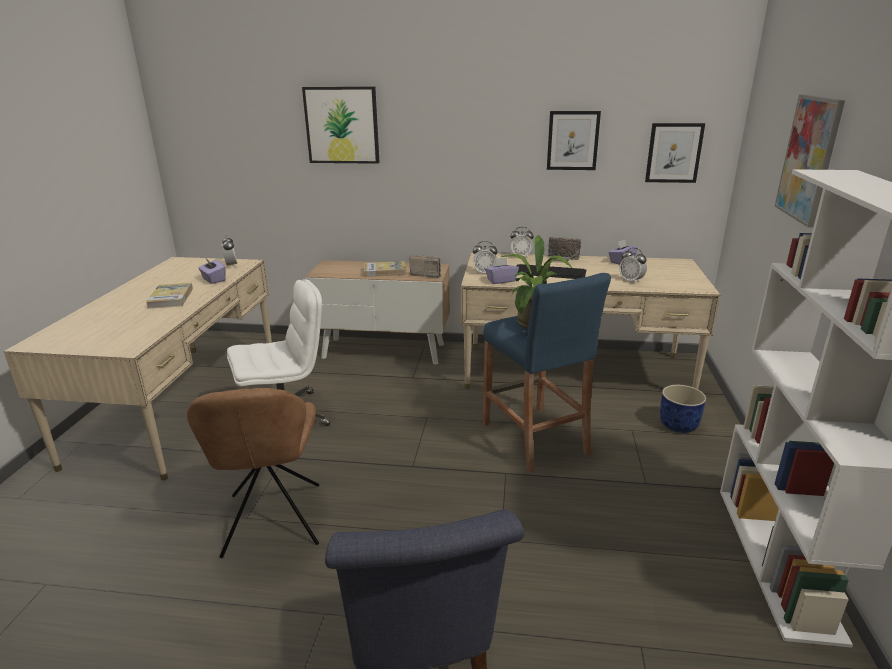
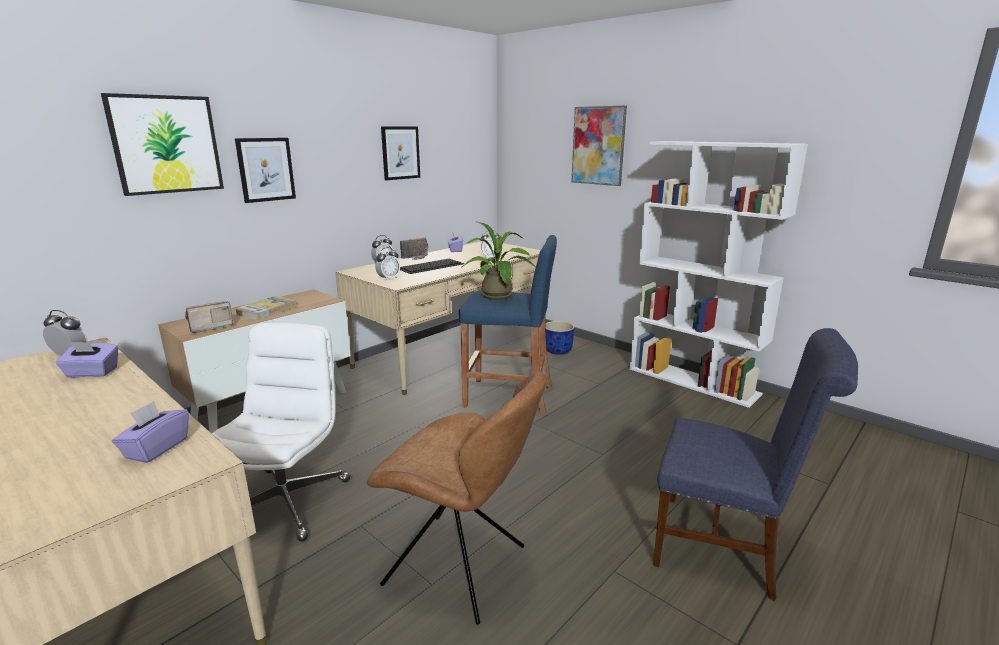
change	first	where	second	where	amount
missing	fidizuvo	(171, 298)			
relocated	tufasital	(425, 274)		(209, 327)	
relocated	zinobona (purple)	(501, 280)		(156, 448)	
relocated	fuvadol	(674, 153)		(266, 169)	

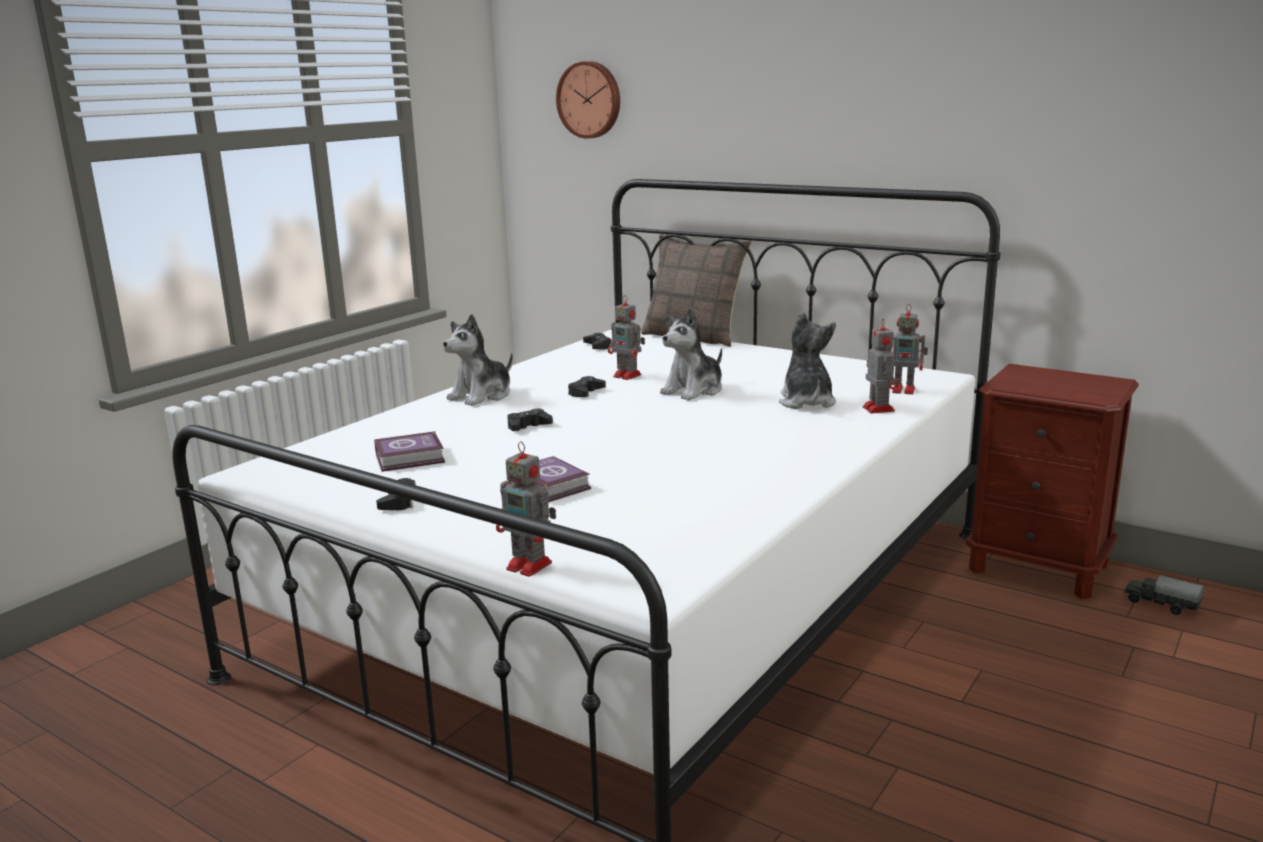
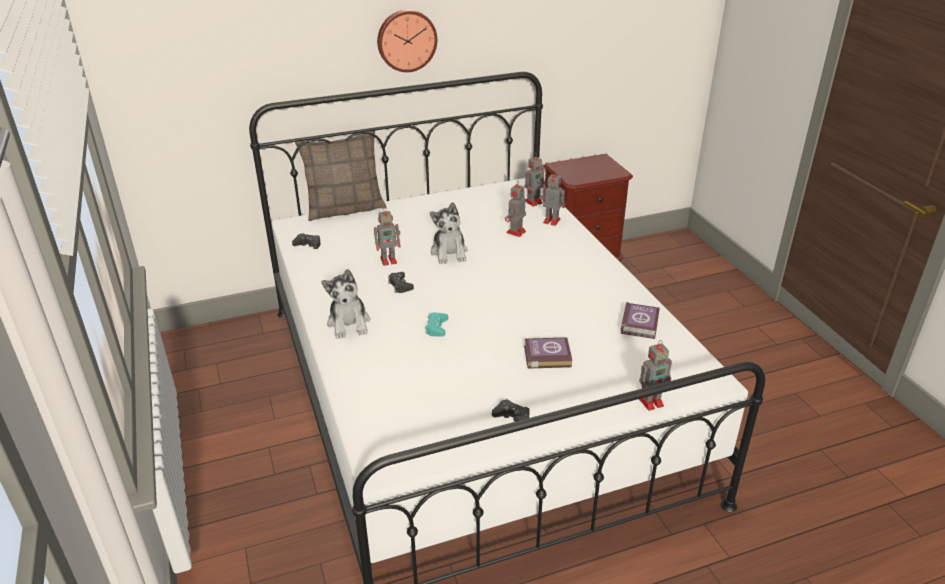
change	first	where	second	where	amount
relocated	fidizuvo	(412, 458)		(640, 323)	
colour	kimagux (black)	(528, 426)	kimagux (turquoise)	(436, 328)	
relocated	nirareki	(590, 100)		(406, 40)	
exchanged	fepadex	(806, 402)	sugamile	(515, 232)	
missing	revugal	(1160, 605)			

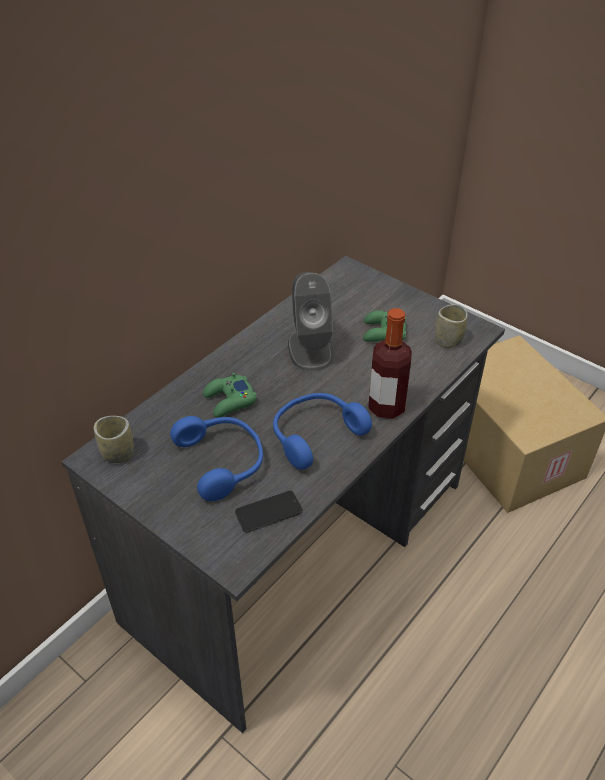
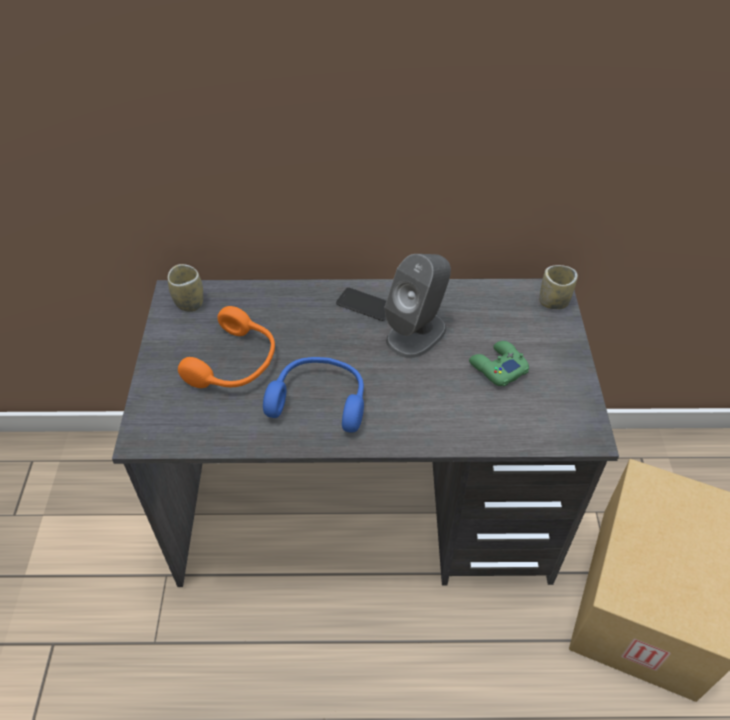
change	first	where	second	where	amount
colour	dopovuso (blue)	(223, 461)	dopovuso (orange)	(236, 363)	
missing	kimagux (green)	(229, 400)			
relocated	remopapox	(268, 512)		(365, 305)	
missing	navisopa	(386, 407)			
relocated	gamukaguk	(448, 340)		(553, 302)	

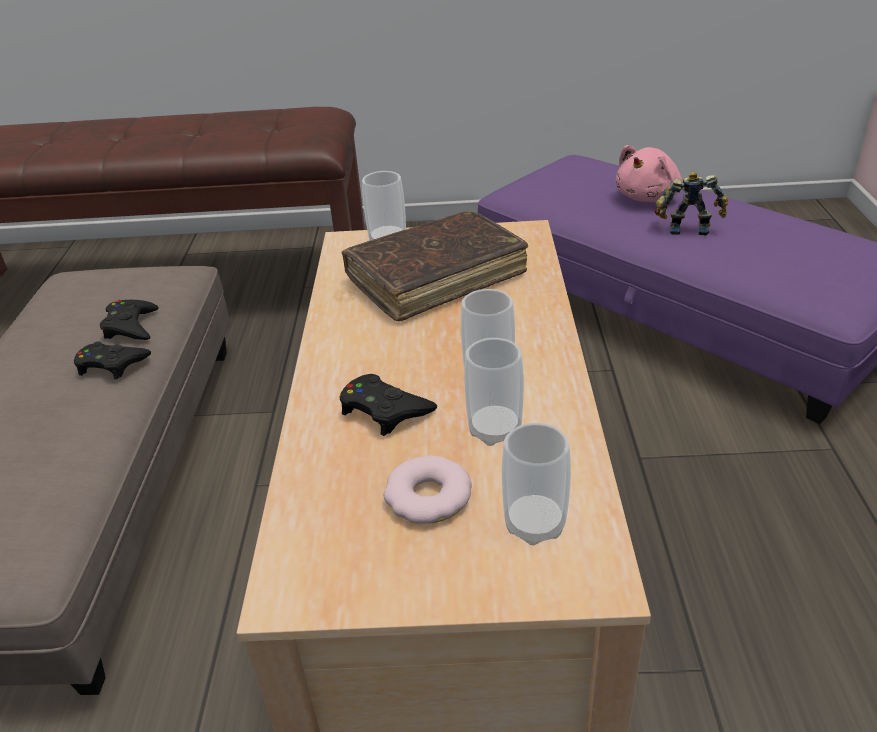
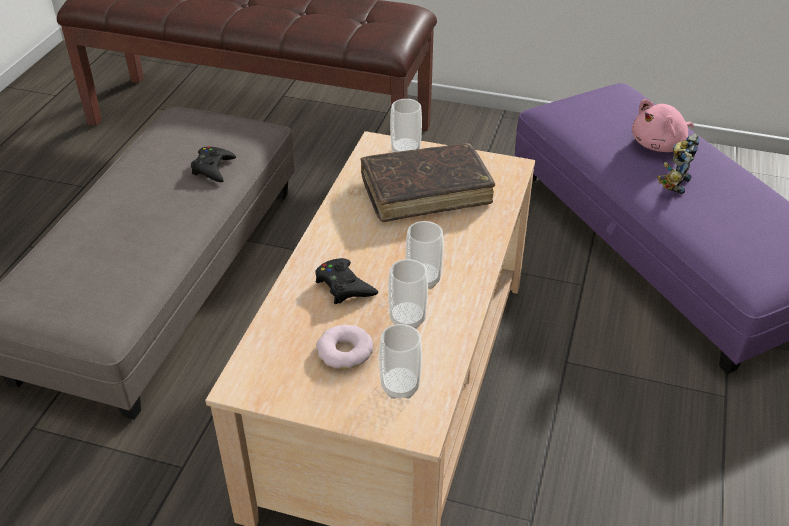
change	first	where	second	where	amount
missing	kimagux (black)	(111, 365)			
spun	sugamile	(687, 228)		(673, 183)	90 degrees counterclockwise

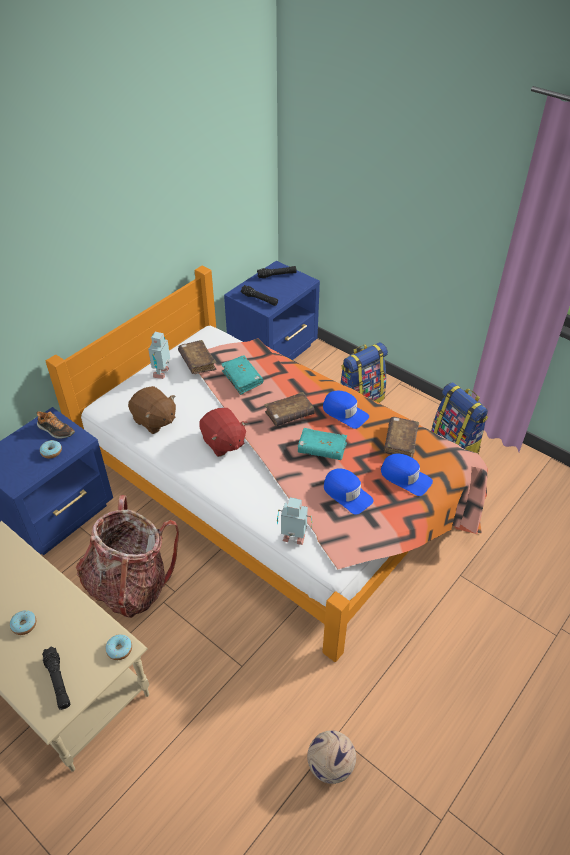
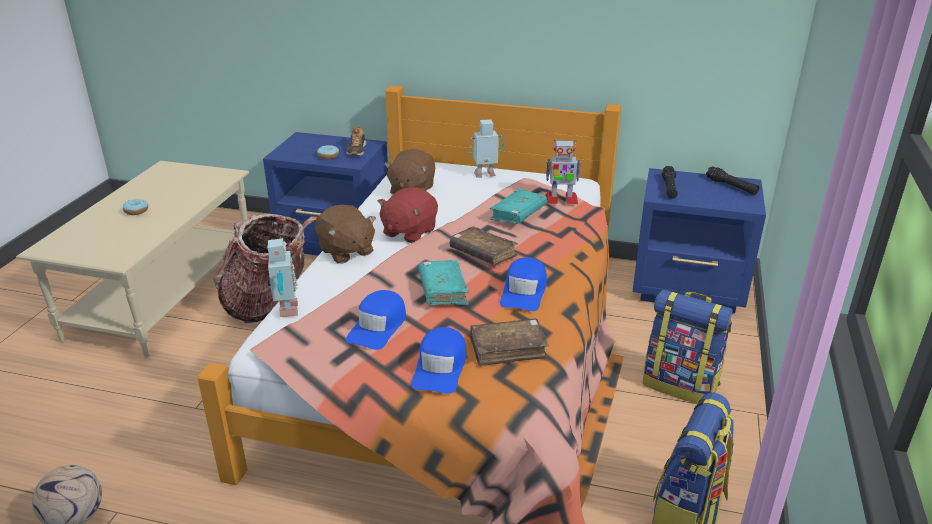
change	first	where	second	where	amount
missing	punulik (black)	(58, 681)			
missing	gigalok	(119, 650)			
missing	fidizuvo (brown)	(197, 362)			
appeared			fepadex (brown)	(346, 251)	
appeared			sugamile	(561, 199)	

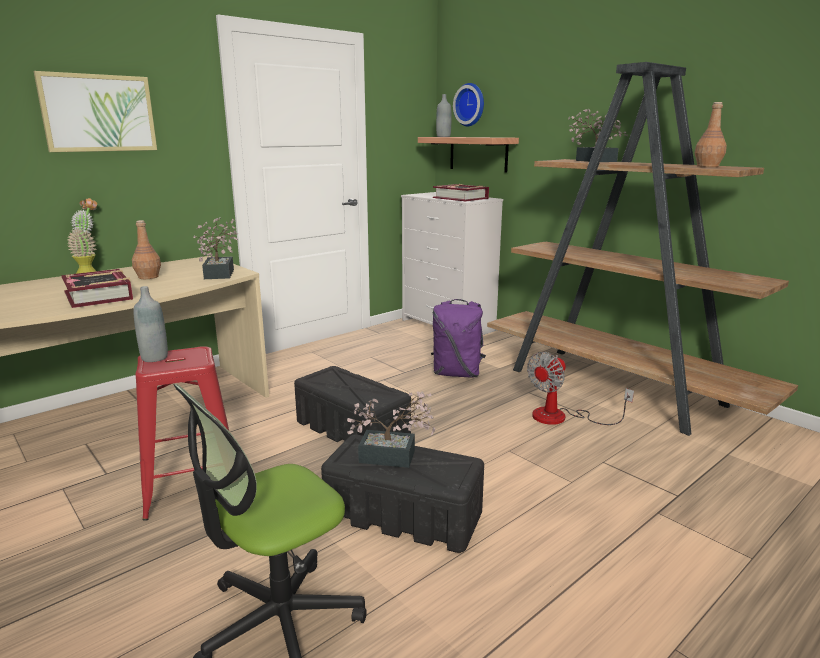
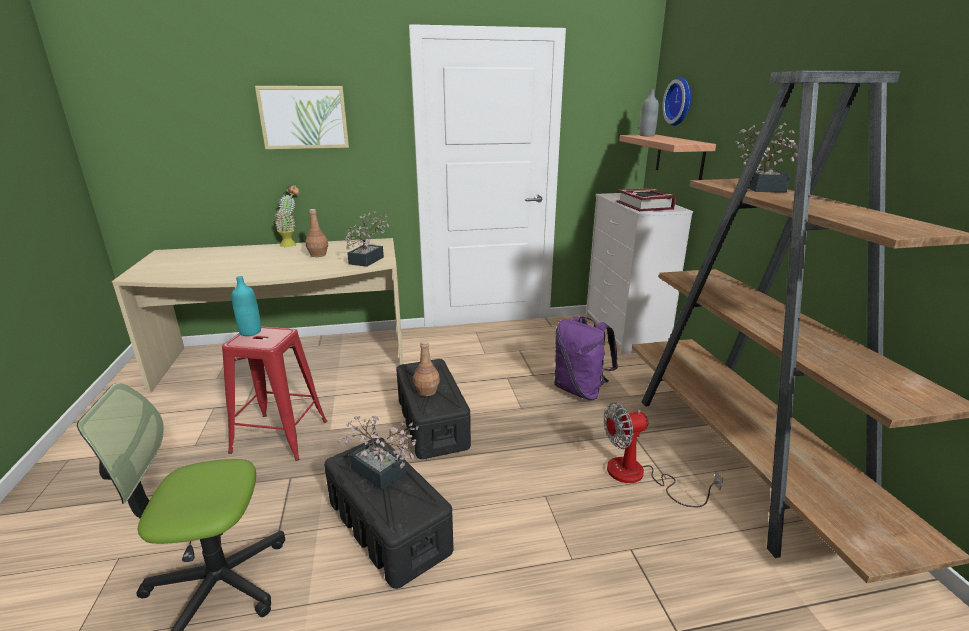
change	first	where	second	where	amount
missing	fidizuvo	(99, 296)			
colour	navisopa (grey)	(154, 358)	navisopa (turquoise)	(250, 332)	
relocated	navisopa (brown)	(707, 166)		(427, 391)	

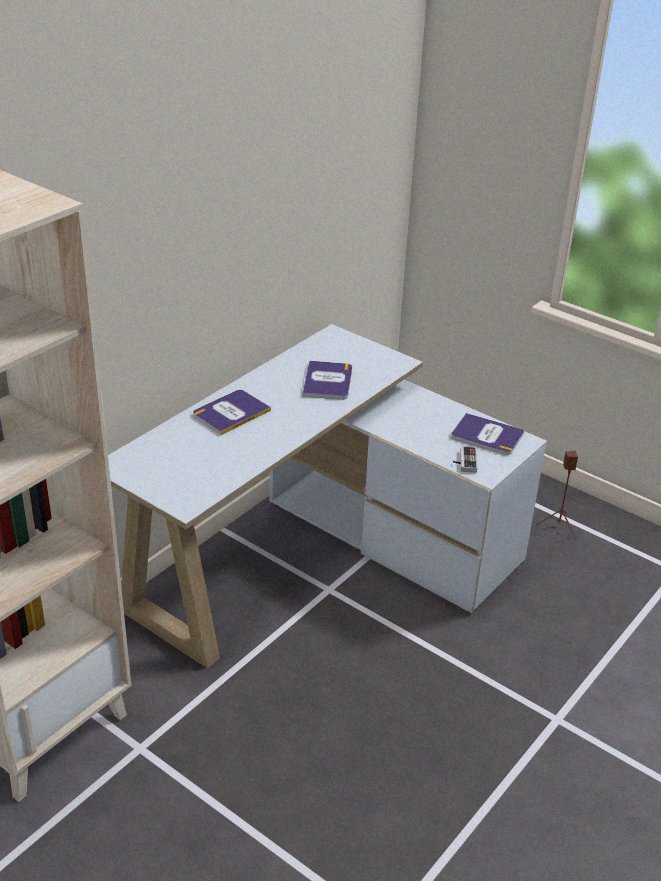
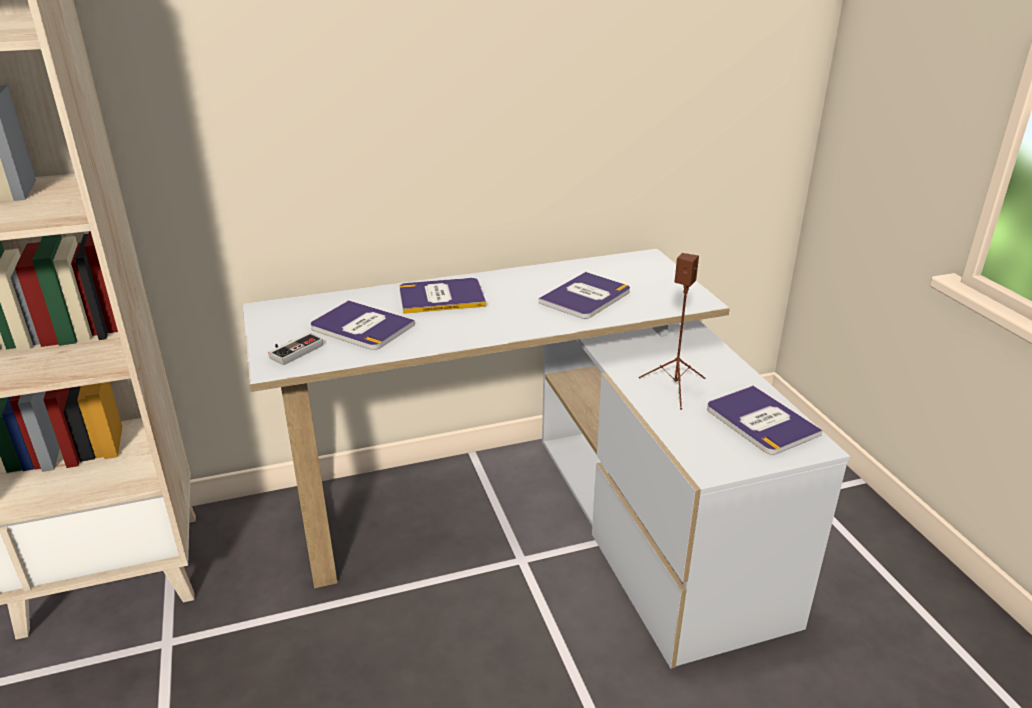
change	first	where	second	where	amount
relocated	kimagux	(464, 461)		(293, 350)	
relocated	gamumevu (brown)	(558, 525)		(675, 387)	
appeared			fidizuvo	(361, 327)	

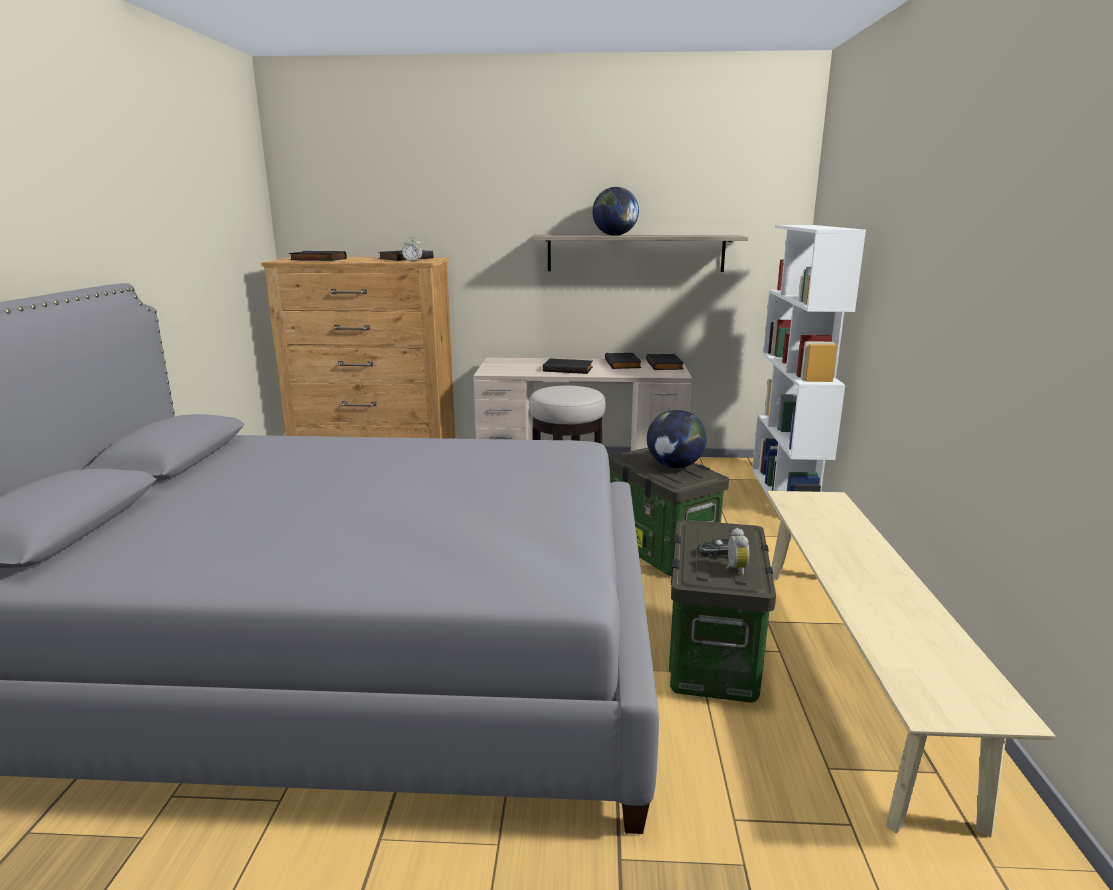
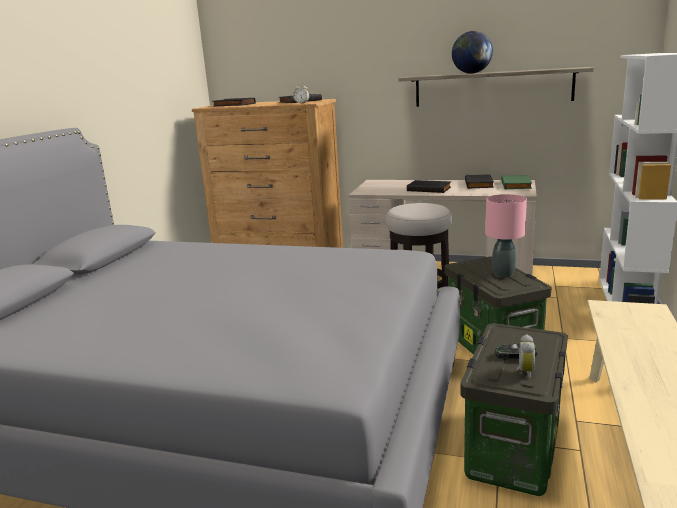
change	first	where	second	where	amount
colour	fidizuvo (black)	(665, 365)	fidizuvo (green)	(517, 185)	
exchanged	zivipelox	(674, 466)	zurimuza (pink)	(503, 274)	

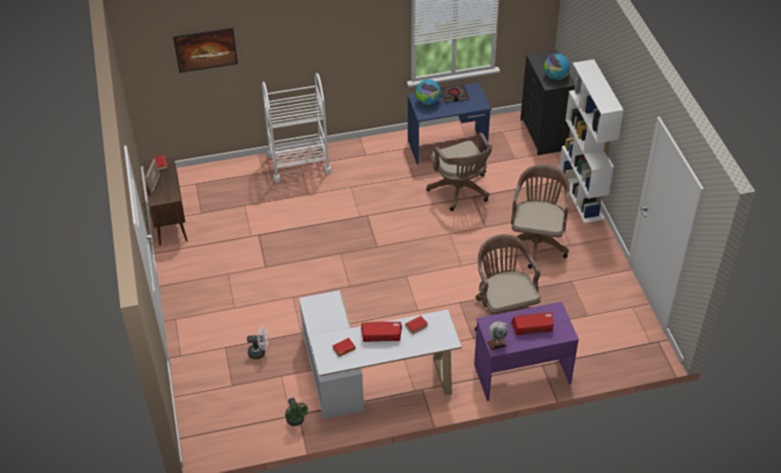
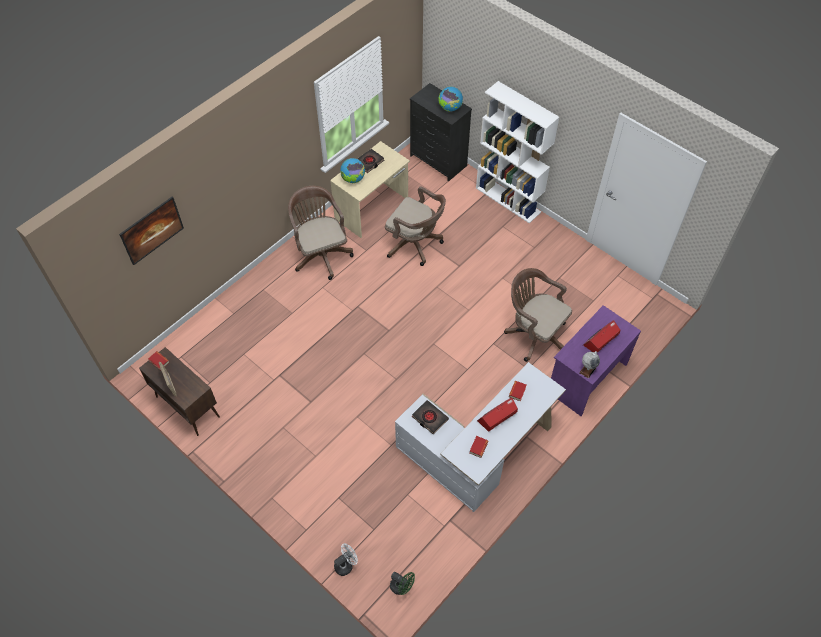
change	first	where	second	where	amount
relocated	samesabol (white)	(259, 352)		(346, 564)	
missing	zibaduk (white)	(299, 163)			
relocated	samesabol (green)	(296, 421)		(402, 587)	
colour	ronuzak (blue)	(447, 146)	ronuzak (beige)	(372, 209)	
relocated	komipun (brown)	(536, 242)		(321, 254)	
appeared			fidizuvo (black)	(429, 418)	

